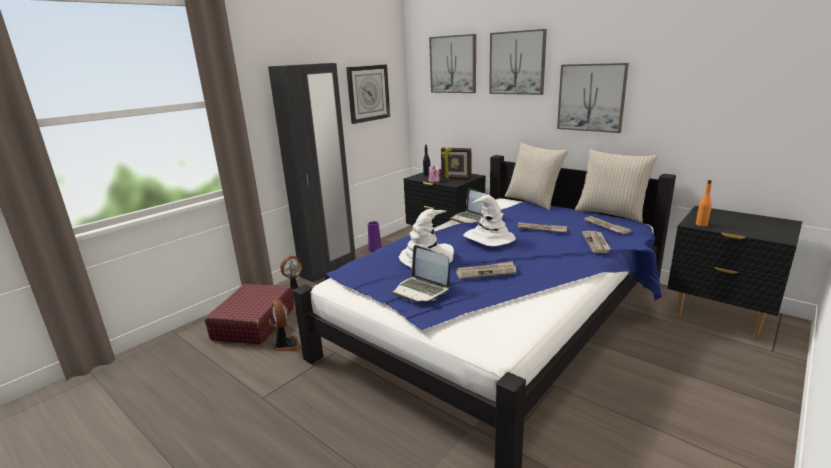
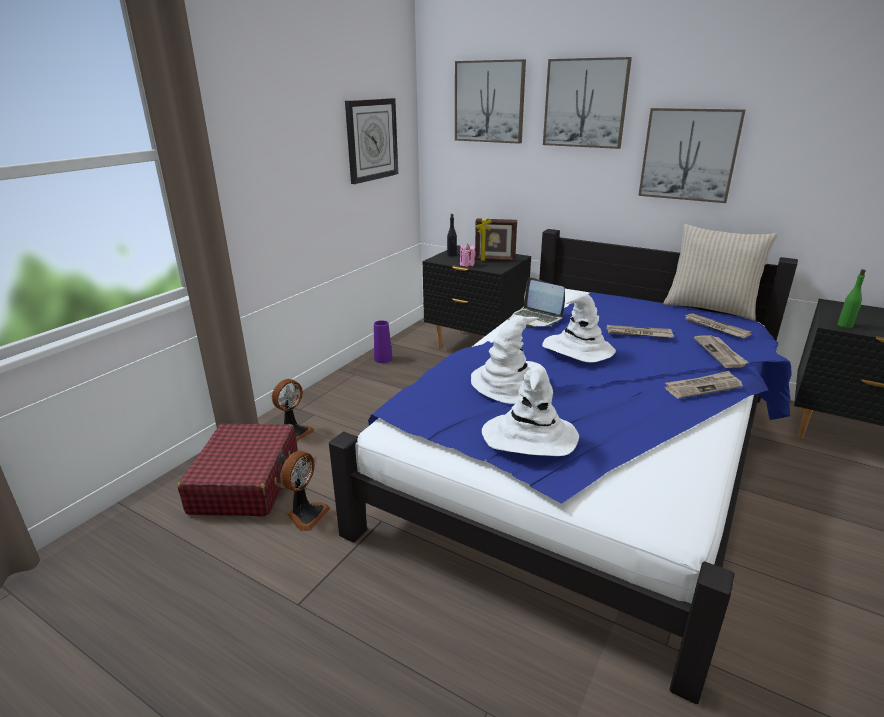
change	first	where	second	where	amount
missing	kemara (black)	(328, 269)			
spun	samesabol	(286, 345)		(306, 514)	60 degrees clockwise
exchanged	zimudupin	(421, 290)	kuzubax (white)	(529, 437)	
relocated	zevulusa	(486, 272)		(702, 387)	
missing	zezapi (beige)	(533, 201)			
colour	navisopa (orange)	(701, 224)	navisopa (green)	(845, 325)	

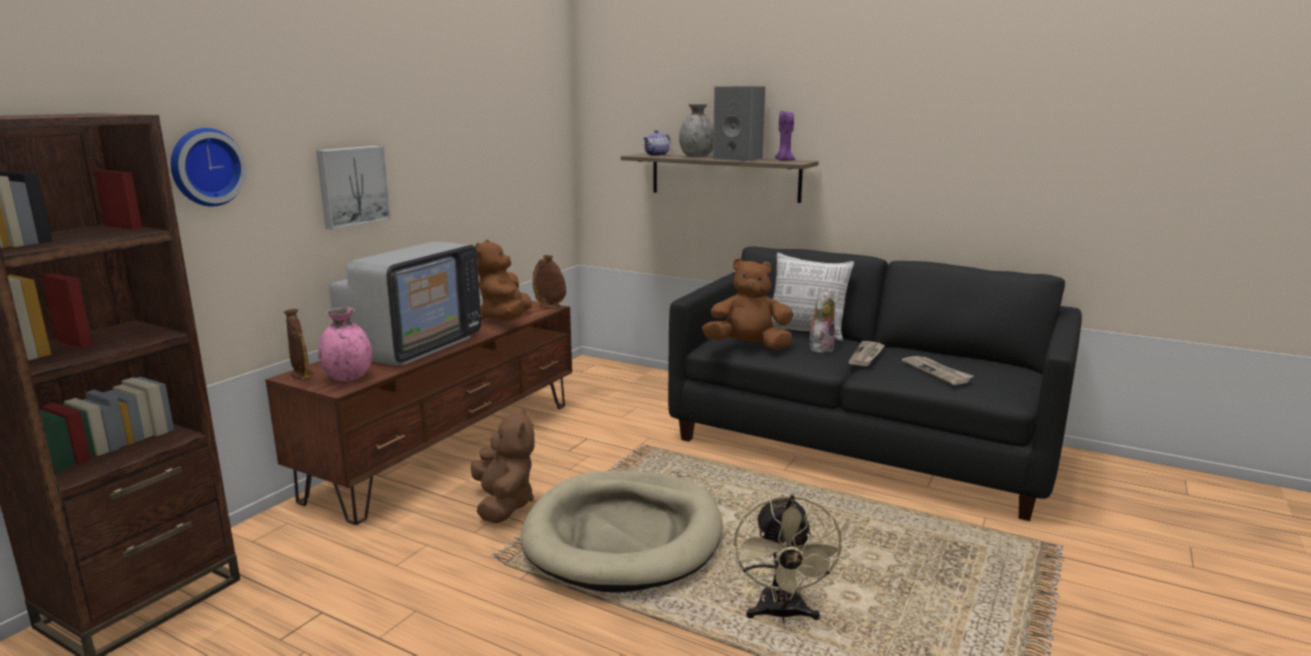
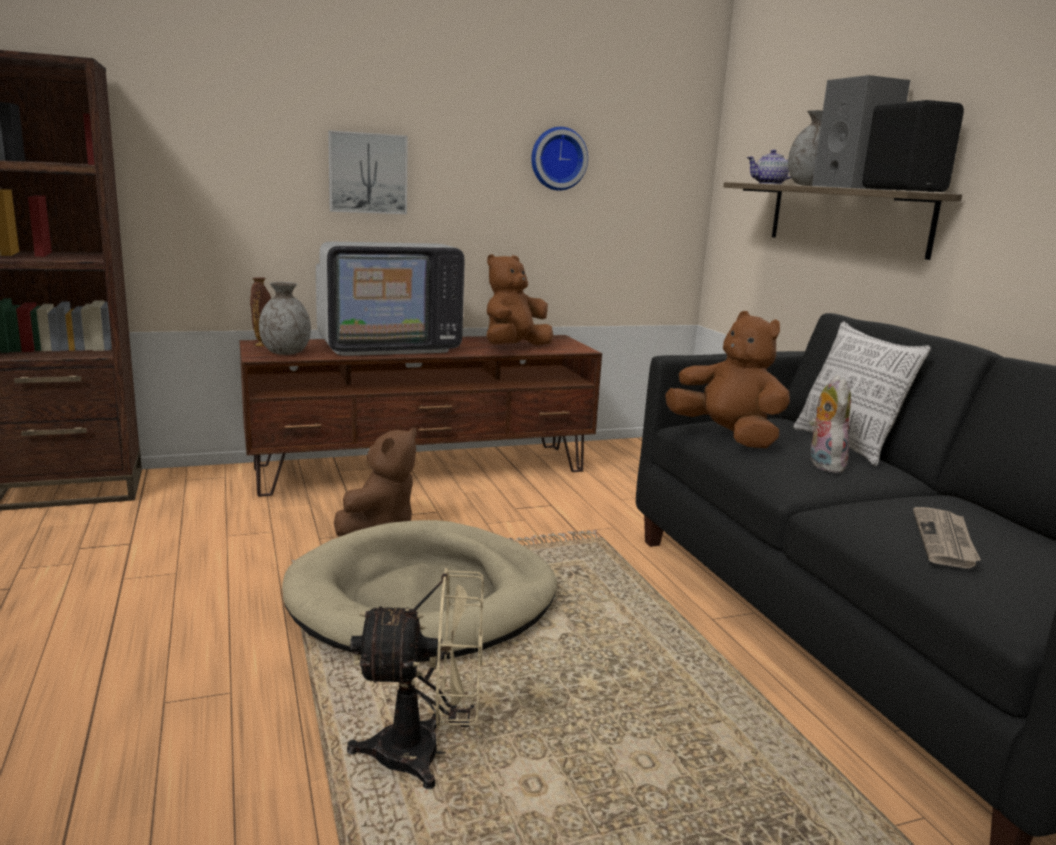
change	first	where	second	where	amount
relocated	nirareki	(205, 167)		(557, 158)	
colour	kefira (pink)	(347, 377)	kefira (grey)	(285, 352)	
missing	kefira (brown)	(550, 307)			
spun	samesabol (beige)	(782, 615)		(425, 754)	135 degrees counterclockwise
exchanged	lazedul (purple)	(784, 161)	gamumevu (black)	(904, 190)	
spun	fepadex	(820, 348)		(822, 464)	75 degrees counterclockwise
missing	zevulusa	(867, 355)			

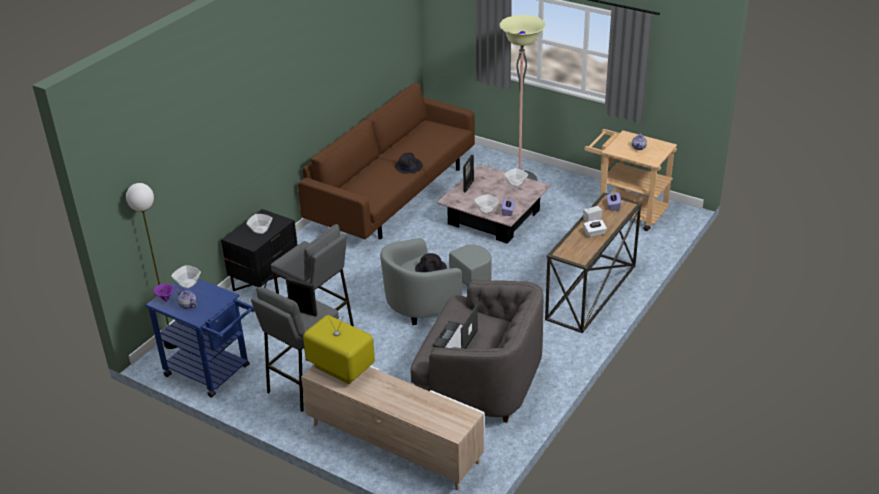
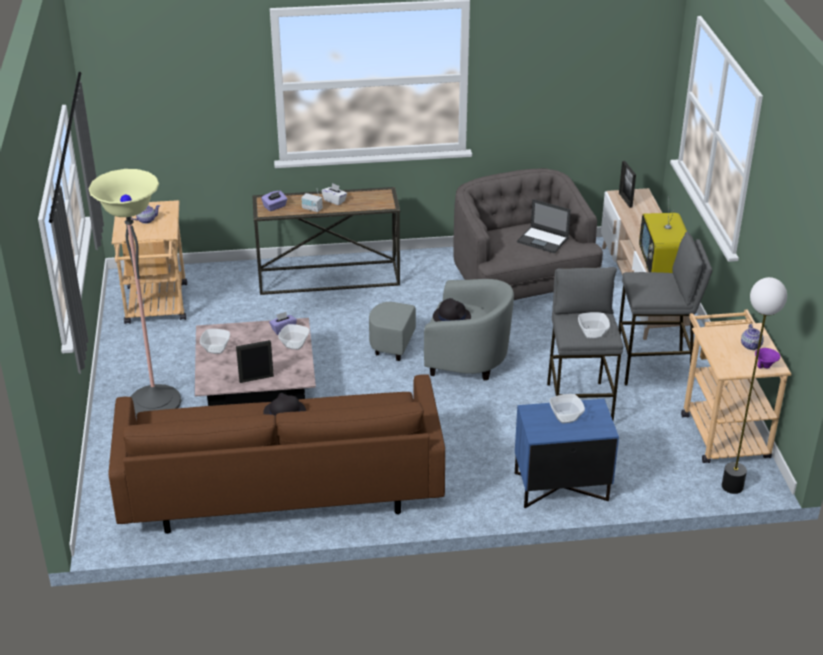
change	first	where	second	where	amount
colour	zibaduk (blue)	(213, 373)	zibaduk (beige)	(721, 430)	
relocated	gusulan	(188, 283)		(592, 333)	
colour	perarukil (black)	(266, 280)	perarukil (blue)	(561, 487)	
relocated	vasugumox	(303, 312)		(625, 200)	
spun	zimudupin	(455, 338)		(543, 240)	45 degrees clockwise

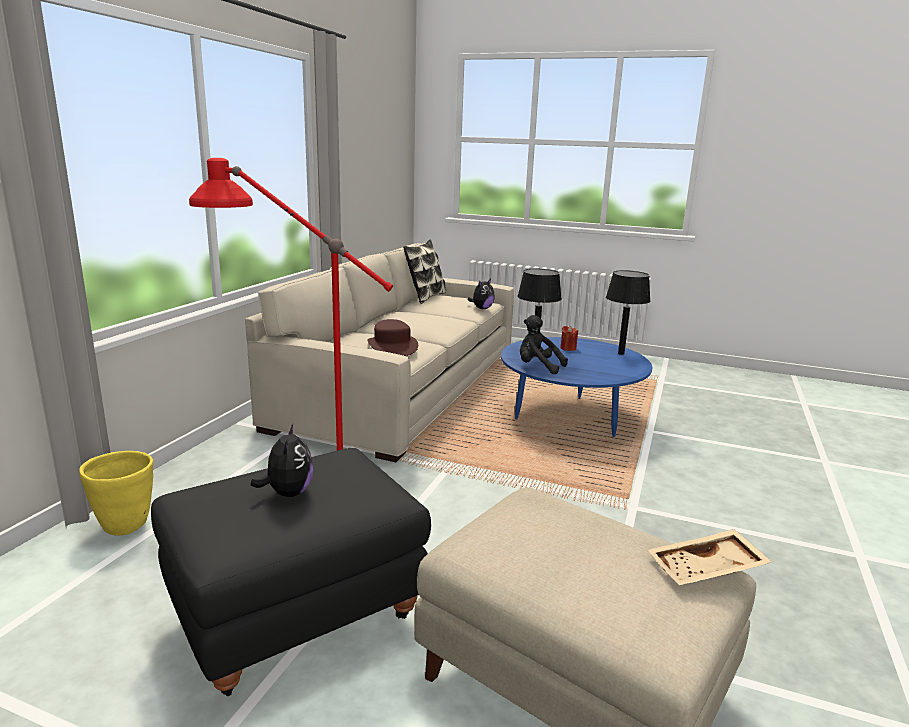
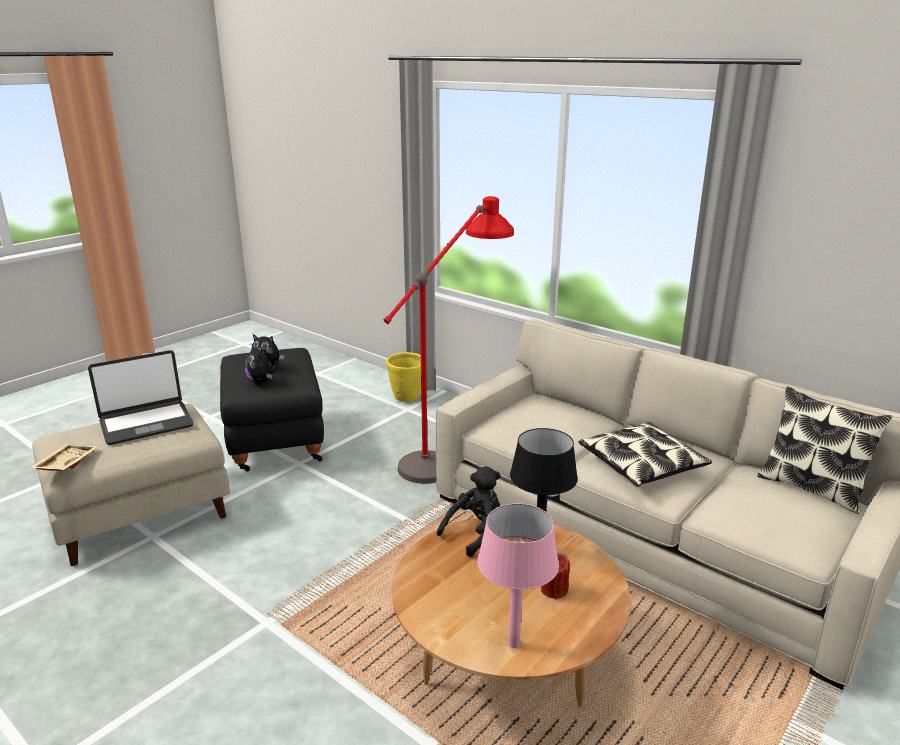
change	first	where	second	where	amount
missing	kuzubax (brown)	(392, 347)			
relocated	fepadex	(482, 308)		(261, 382)	
colour	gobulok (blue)	(569, 417)	gobulok (brown)	(506, 662)	
colour	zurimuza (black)	(620, 353)	zurimuza (pink)	(514, 643)	
appeared			zimudupin	(146, 423)	
appeared			zezapi	(642, 464)	

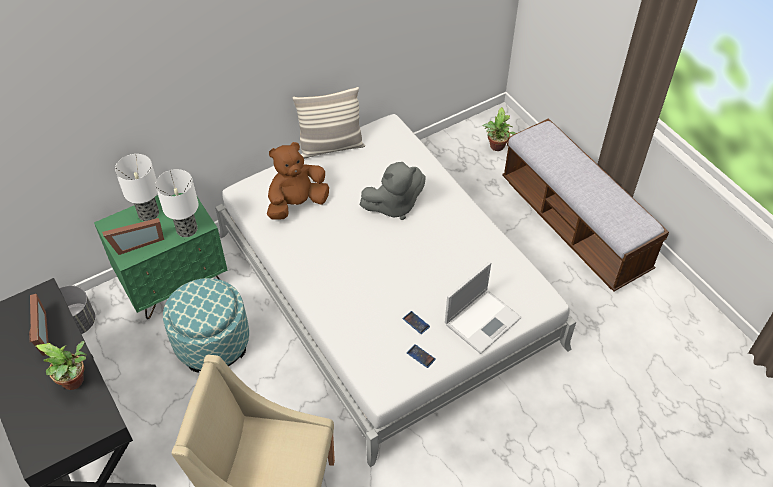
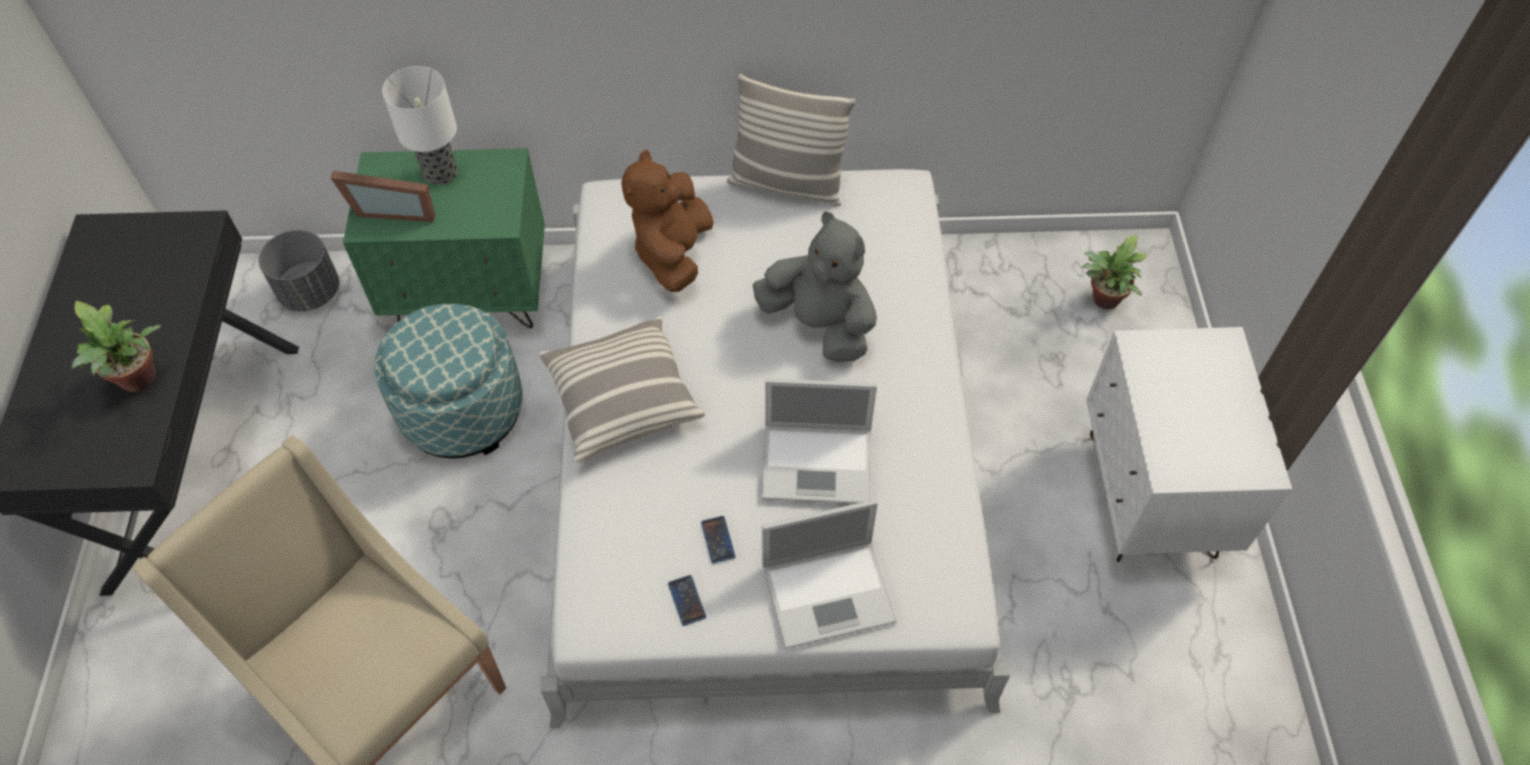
change	first	where	second	where	amount
missing	vasugumox	(38, 337)			
missing	zurimuza	(186, 230)			
spun	fepadex (brown)	(297, 204)		(673, 253)	75 degrees counterclockwise
spun	fepadex (grey)	(394, 205)		(819, 324)	150 degrees counterclockwise
exchanged	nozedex	(573, 225)	perarukil (white)	(1150, 496)	
appeared			zezapi	(622, 399)	
appeared			zimudupin	(819, 463)	

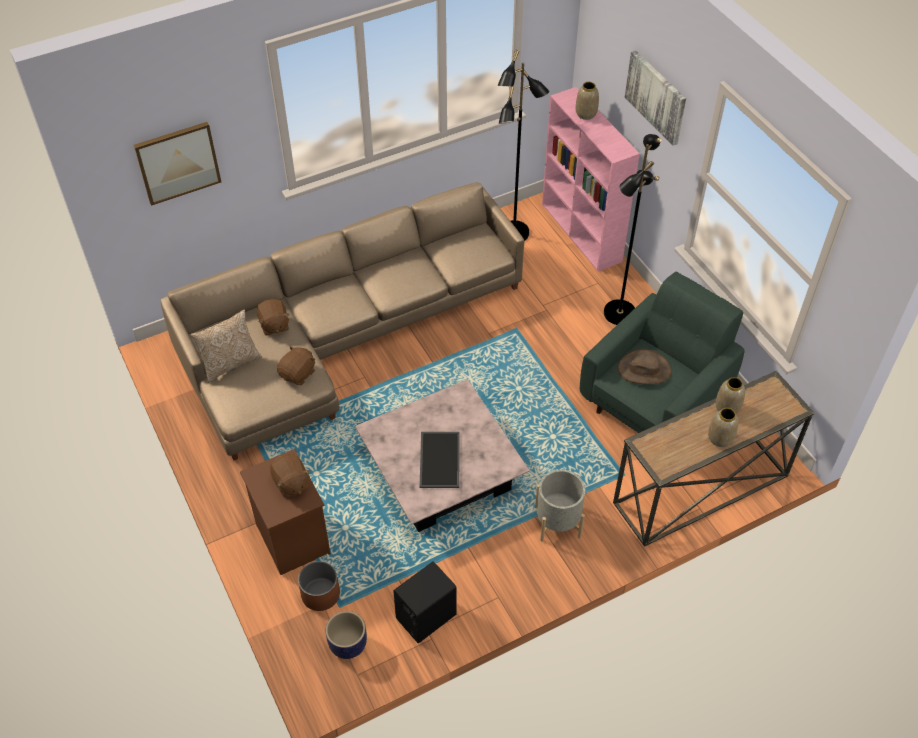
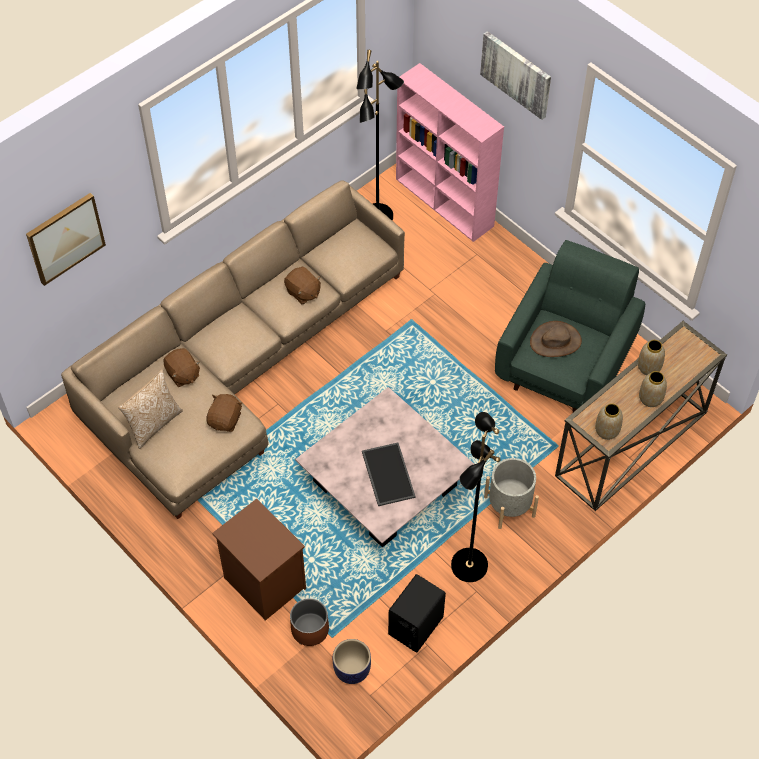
change	first	where	second	where	amount
relocated	fepadex (brown)	(291, 483)		(303, 292)	
relocated	kefira	(586, 114)		(607, 431)	
relocated	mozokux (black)	(618, 312)		(468, 565)	

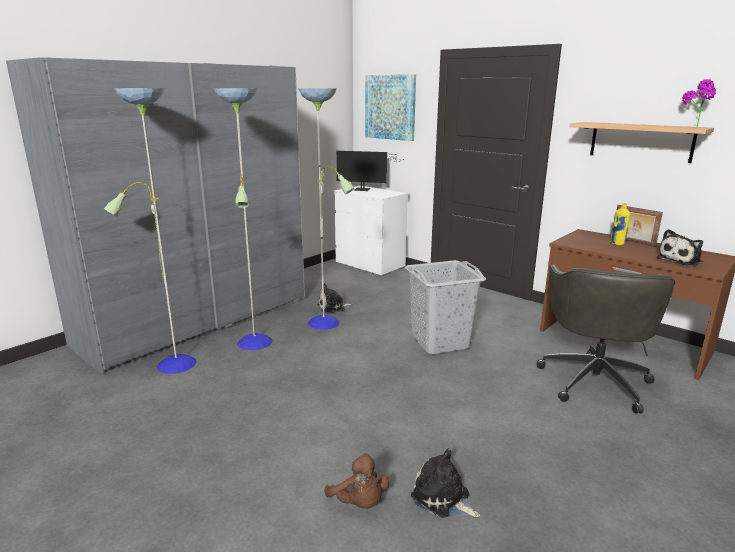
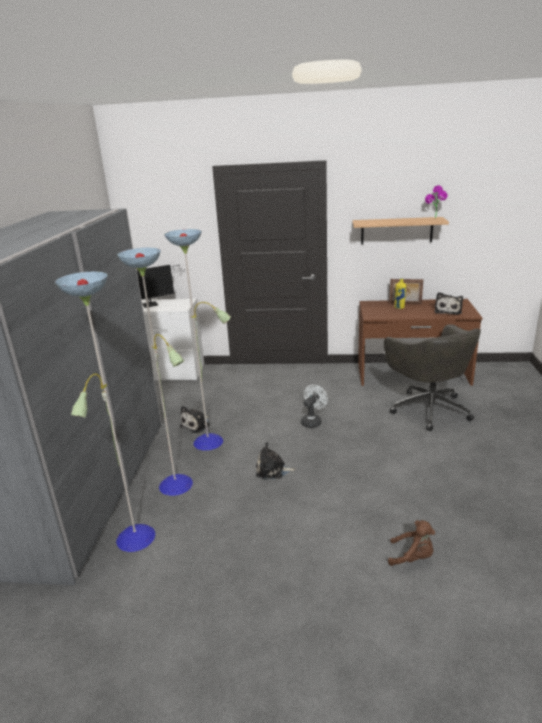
change	first	where	second	where	amount
missing	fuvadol	(390, 107)			
exchanged	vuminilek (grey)	(439, 342)	samesabol (white)	(313, 421)	
relocated	fepadex	(443, 498)		(273, 470)	

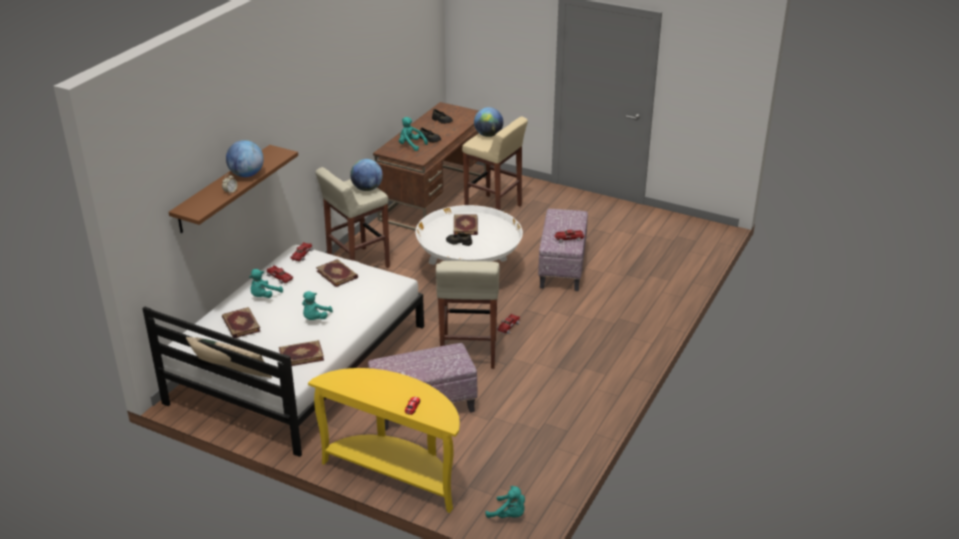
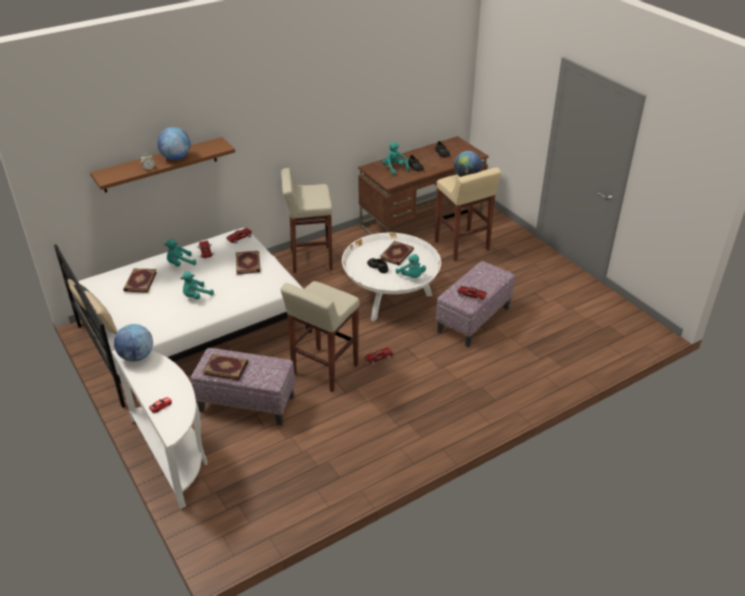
change	first	where	second	where	amount
relocated	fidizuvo	(301, 355)		(226, 368)	
colour	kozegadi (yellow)	(396, 474)	kozegadi (white)	(173, 454)	
relocated	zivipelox	(367, 189)		(137, 356)	
relocated	fepadex (turquoise)	(509, 515)		(411, 277)	

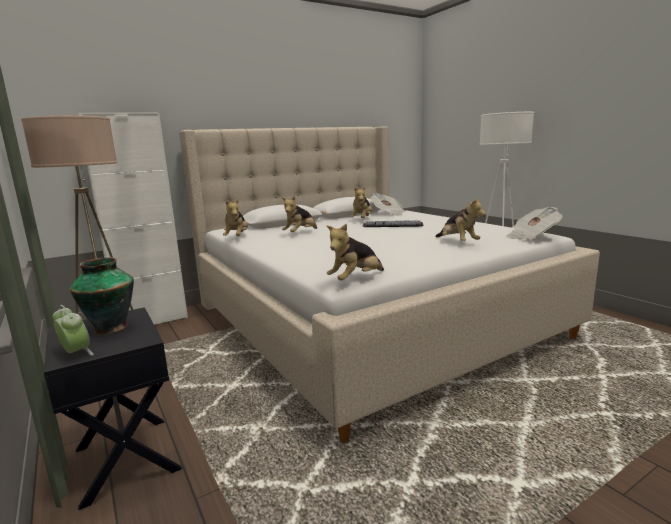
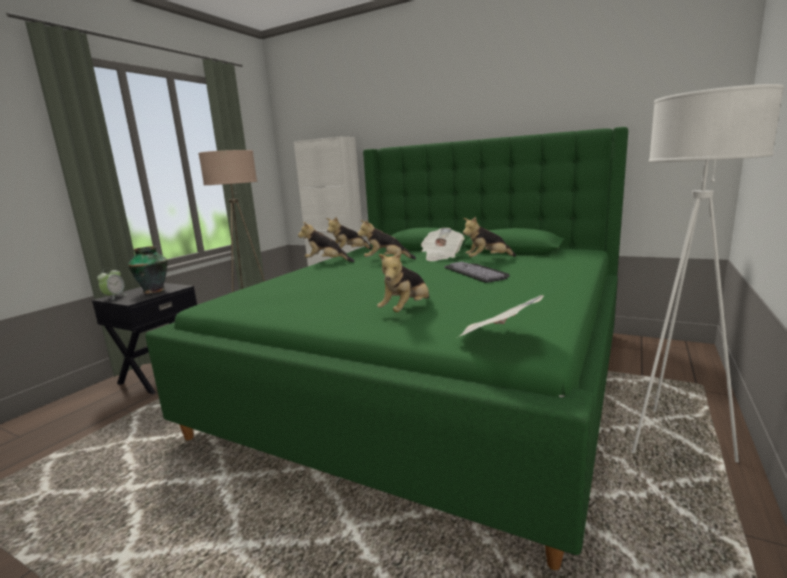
change	first	where	second	where	amount
colour	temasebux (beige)	(368, 319)	temasebux (green)	(432, 379)	
relocated	fepadex	(355, 280)		(326, 262)	
relocated	zevulusa	(388, 214)		(441, 256)	

